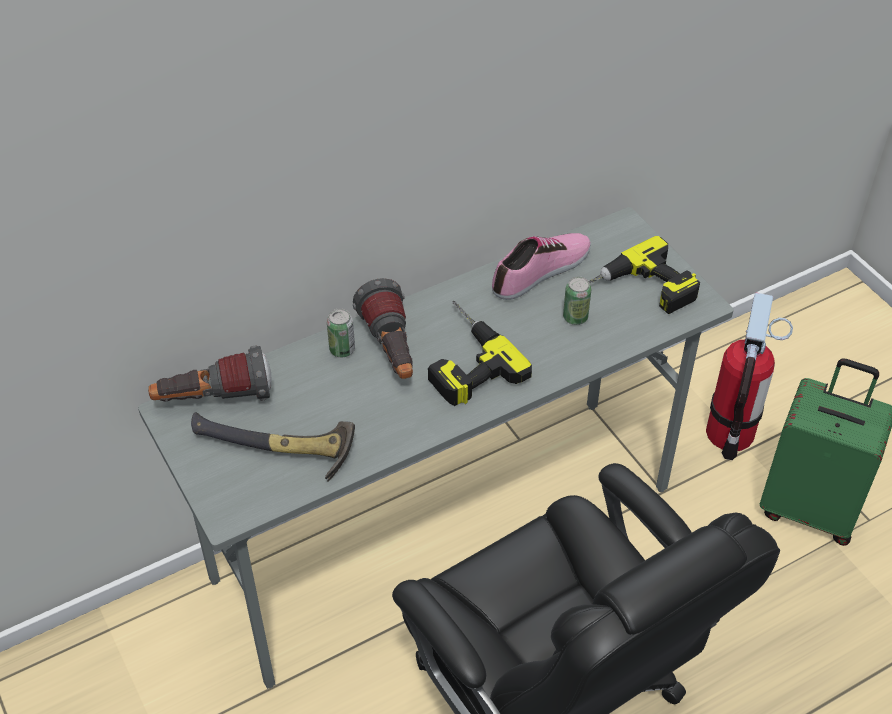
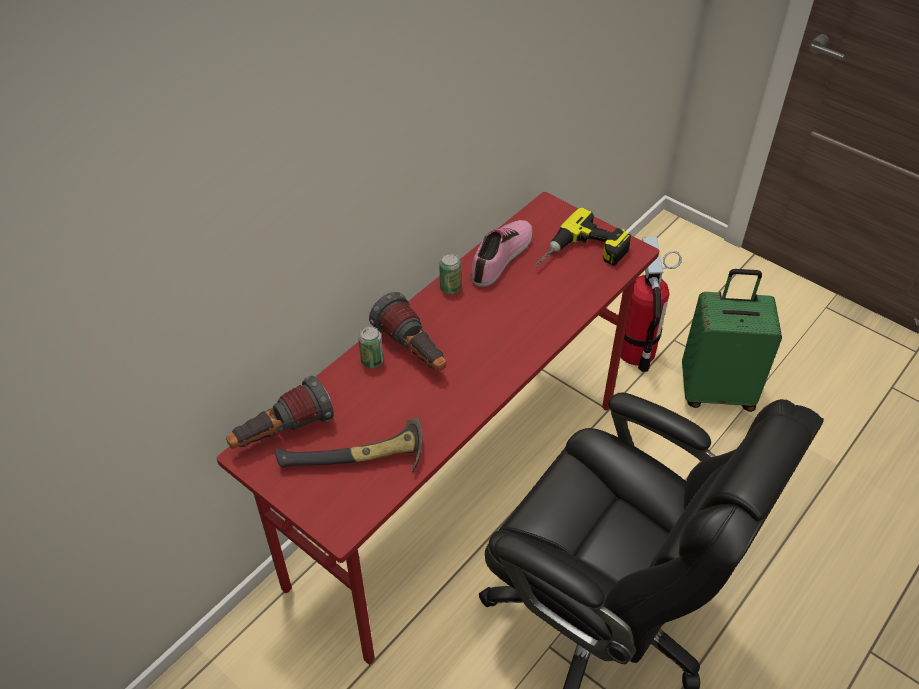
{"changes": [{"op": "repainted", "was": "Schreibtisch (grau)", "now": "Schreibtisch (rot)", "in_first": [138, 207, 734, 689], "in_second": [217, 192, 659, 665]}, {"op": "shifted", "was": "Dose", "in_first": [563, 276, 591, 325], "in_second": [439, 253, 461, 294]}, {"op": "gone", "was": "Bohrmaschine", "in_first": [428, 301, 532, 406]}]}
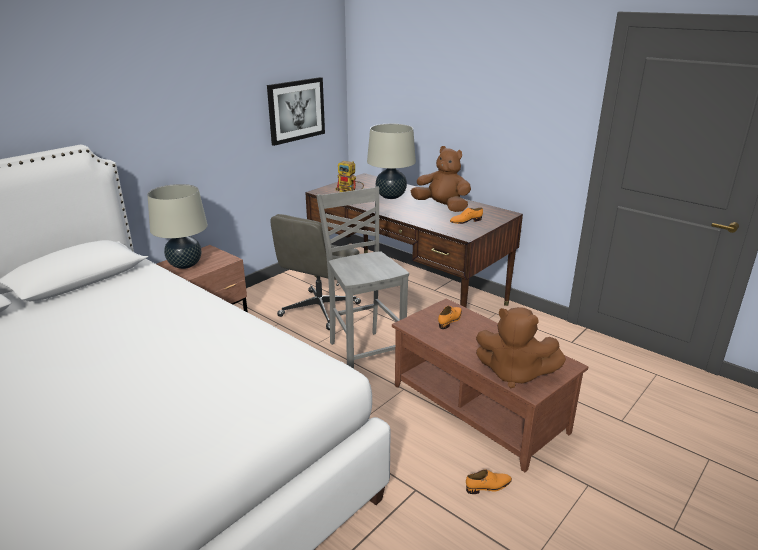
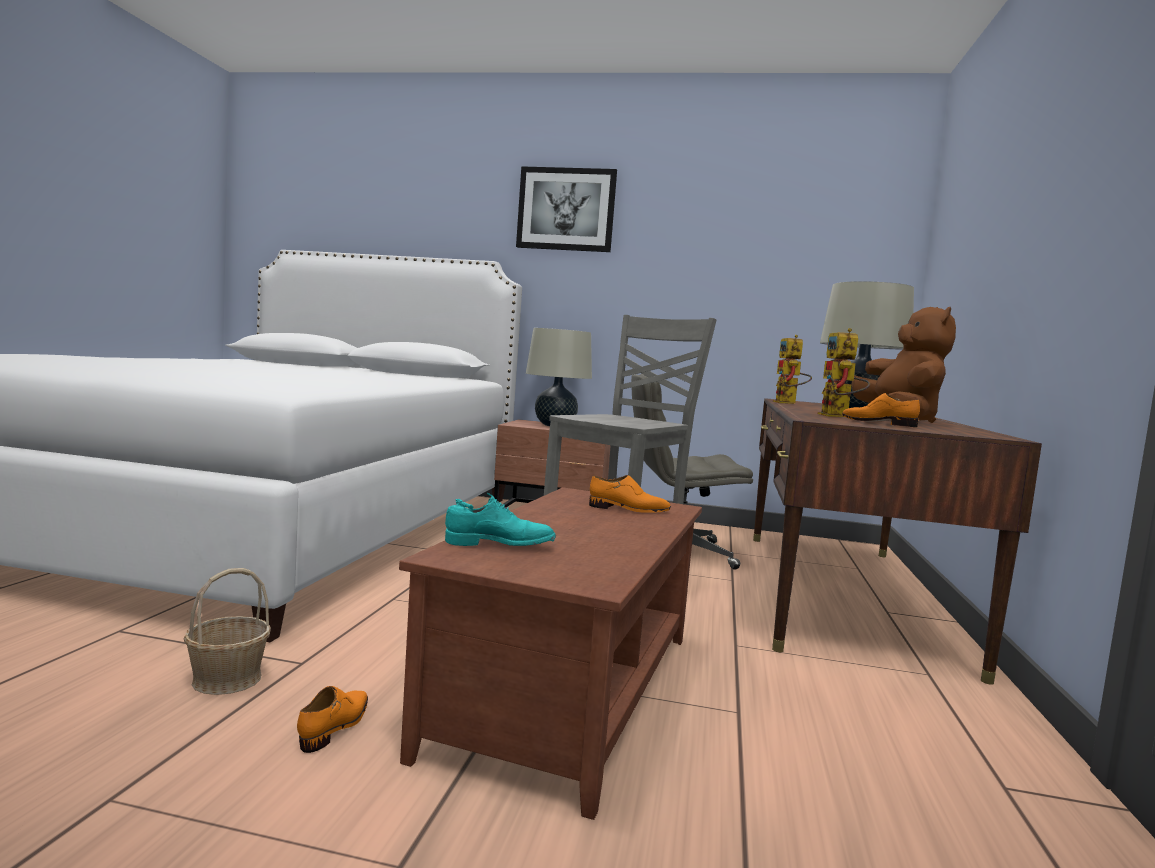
{"changes": [{"op": "shifted", "was": "Bild", "in_first": [267, 77, 325, 146], "in_second": [516, 166, 617, 252]}, {"op": "swapped", "was": "Plüschtier (braun)", "now": "Schuh (türkis)", "in_first": [476, 307, 566, 388], "in_second": [445, 493, 556, 546]}, {"op": "rotated", "was": "Schuh (orange)", "in_first": [466, 469, 512, 494], "in_second": [297, 686, 368, 753], "clockwise": -120}, {"op": "new", "now": "Spielzeugroboter", "in_second": [818, 328, 870, 417]}, {"op": "new", "now": "Korb", "in_second": [184, 568, 271, 695]}]}
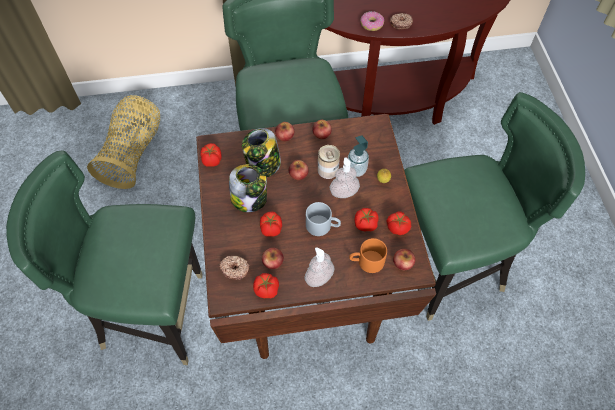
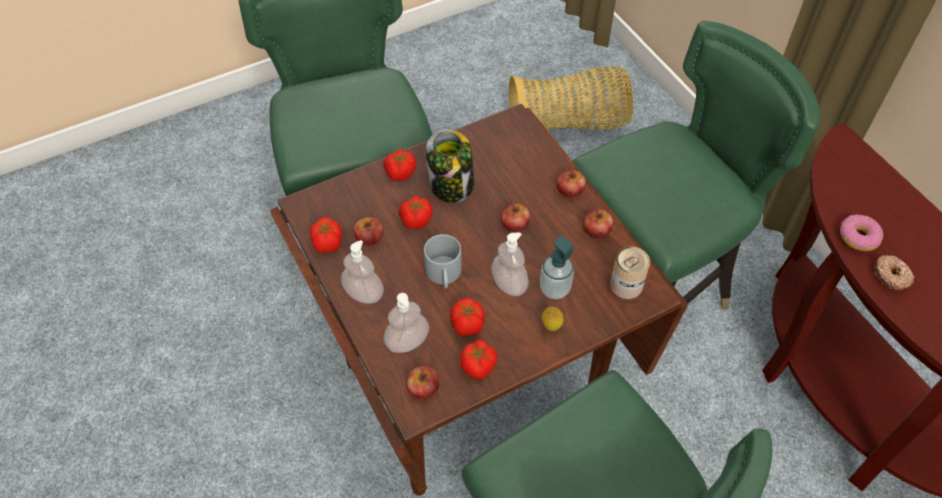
{"changes": [{"op": "gone", "was": "Vorratsglas", "in_first": [242, 128, 281, 177]}, {"op": "shifted", "was": "Tomate", "in_first": [200, 143, 222, 167], "in_second": [383, 149, 416, 181]}, {"op": "shifted", "was": "Dose", "in_first": [318, 145, 340, 179], "in_second": [610, 247, 650, 299]}, {"op": "swapped", "was": "Henkelbecher (orange)", "now": "Seifenspender", "in_first": [349, 238, 387, 273], "in_second": [383, 293, 429, 353]}, {"op": "gone", "was": "Donut", "in_first": [220, 256, 249, 280]}]}
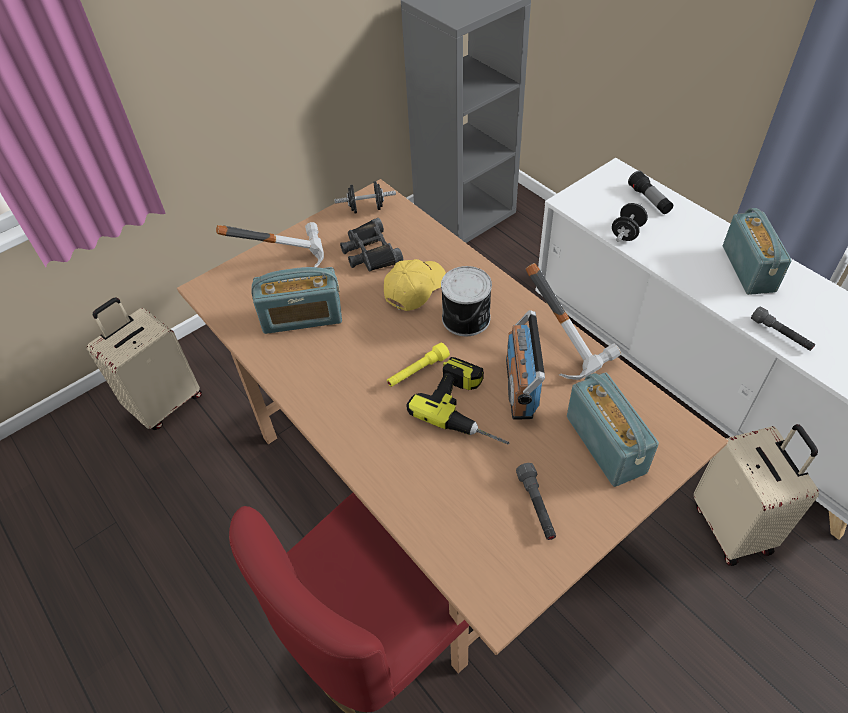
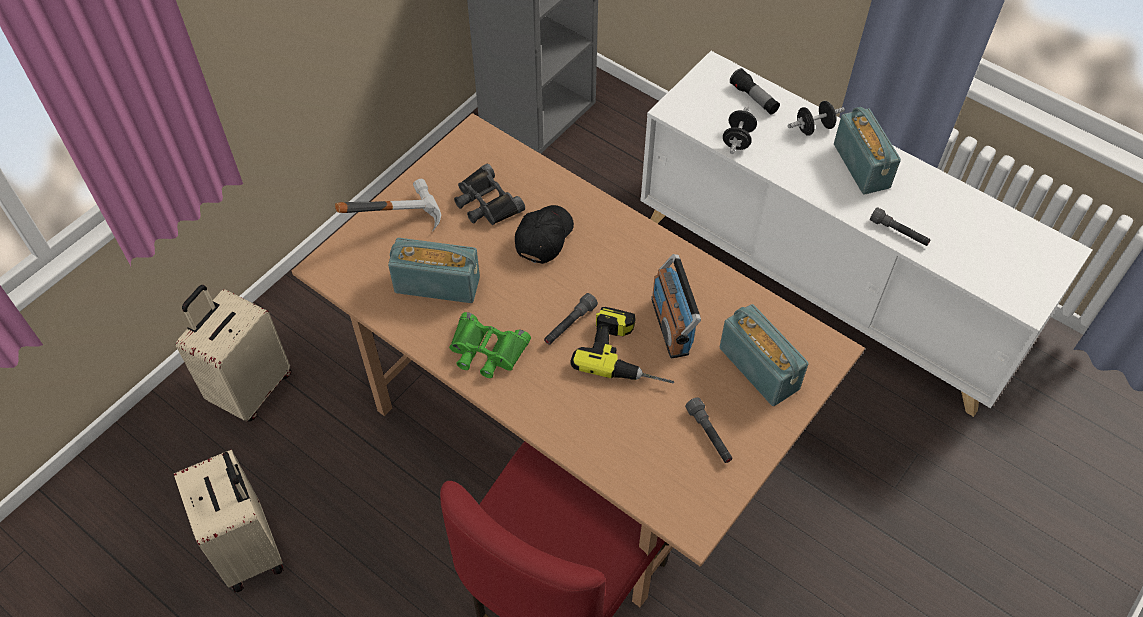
{"changes": [{"op": "shifted", "was": "Hantel (schwarz)", "in_first": [334, 181, 396, 213], "in_second": [788, 101, 845, 136]}, {"op": "repainted", "was": "Kappe (gelb)", "now": "Kappe (schwarz)", "in_first": [384, 259, 446, 311], "in_second": [515, 205, 574, 264]}, {"op": "gone", "was": "Hammer", "in_first": [526, 263, 621, 380]}, {"op": "gone", "was": "Dose", "in_first": [441, 266, 492, 336]}, {"op": "rotated", "was": "Radio", "in_first": [251, 267, 342, 334], "in_second": [388, 238, 480, 303], "clockwise": -150}, {"op": "repainted", "was": "Taschenlampe (gelb)", "now": "Taschenlampe (grau)", "in_first": [387, 343, 450, 387], "in_second": [544, 293, 598, 345]}, {"op": "shifted", "was": "Koffer (beige)", "in_first": [694, 424, 819, 566], "in_second": [174, 449, 284, 592]}, {"op": "new", "now": "Fernglas (grün)", "in_second": [449, 312, 531, 378]}]}
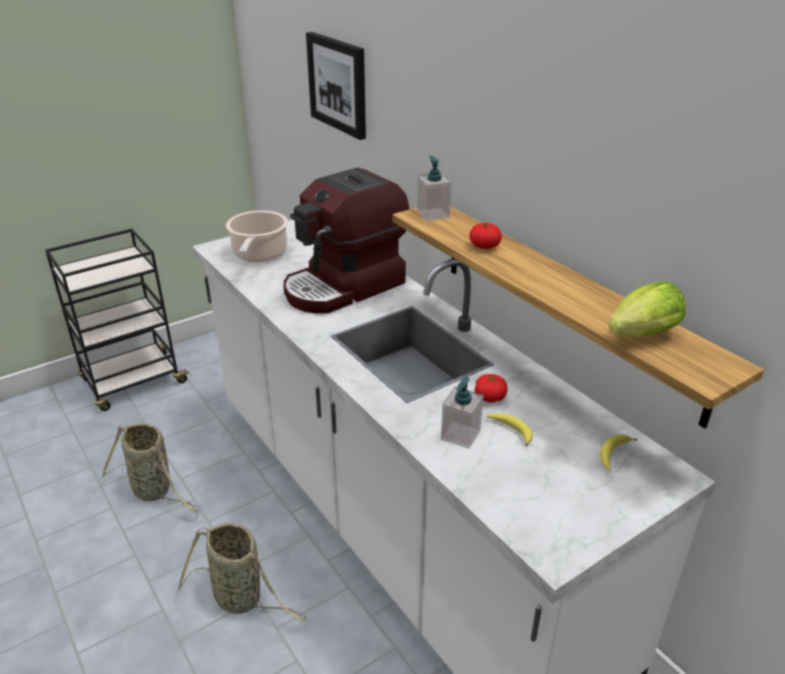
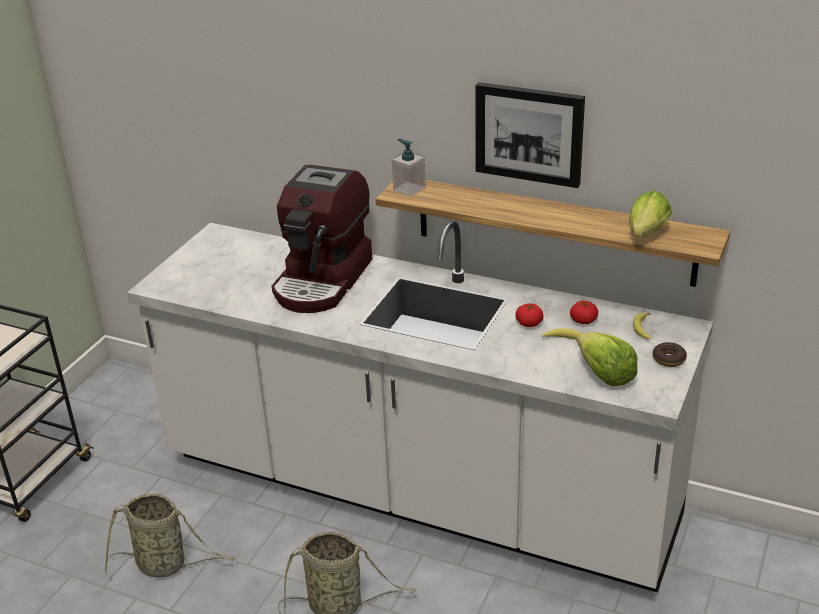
{"changes": [{"op": "shifted", "was": "Bild", "in_first": [306, 32, 366, 140], "in_second": [475, 82, 585, 188]}, {"op": "gone", "was": "Kochtopf", "in_first": [226, 210, 288, 262]}, {"op": "shifted", "was": "Tomate", "in_first": [469, 223, 502, 249], "in_second": [570, 301, 598, 324]}, {"op": "gone", "was": "Seifenspender", "in_first": [441, 376, 484, 449]}, {"op": "new", "now": "Salatkopf", "in_second": [577, 332, 638, 386]}, {"op": "new", "now": "Donut", "in_second": [653, 342, 687, 367]}]}
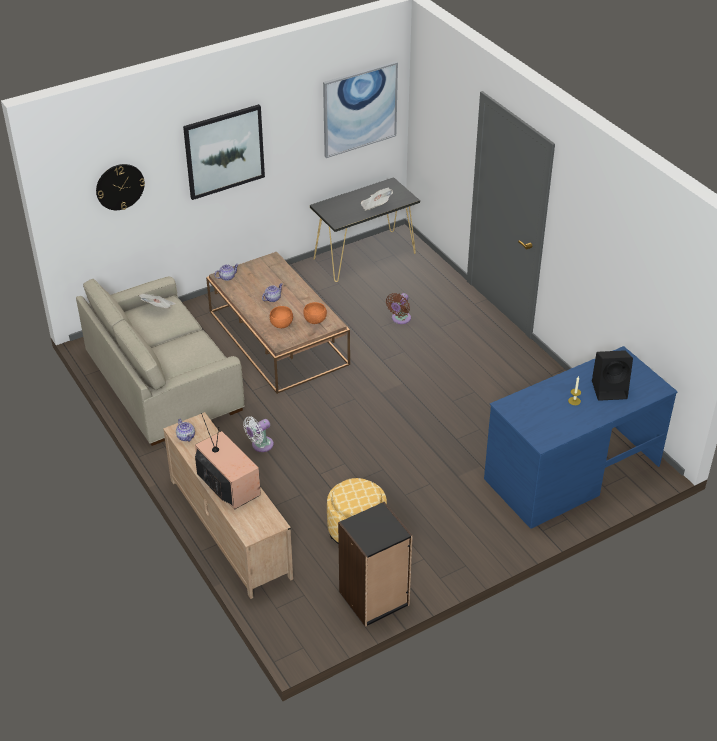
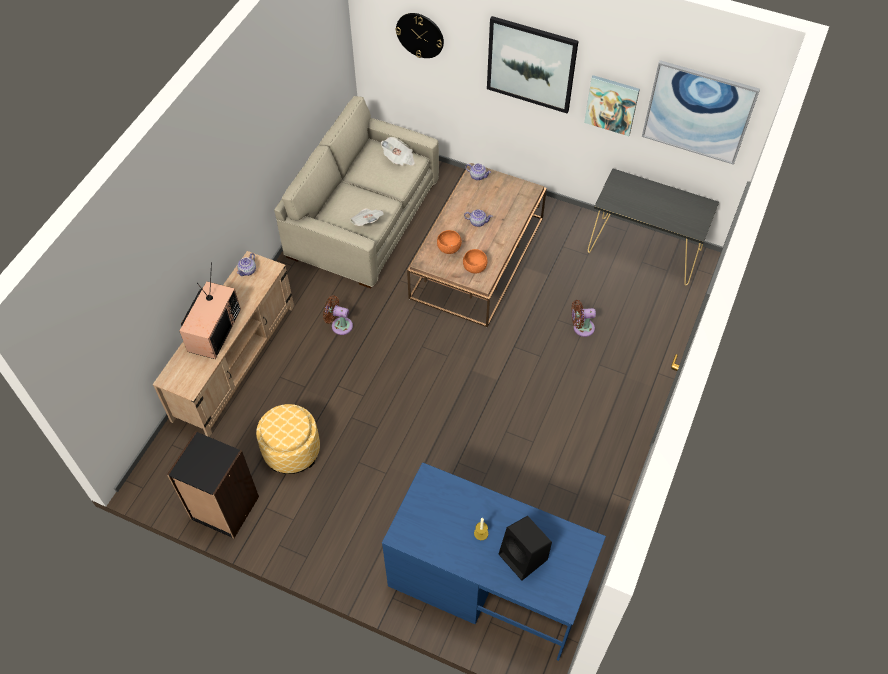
{"changes": [{"op": "shifted", "was": "Zeitung", "in_first": [361, 188, 393, 211], "in_second": [350, 208, 384, 226]}, {"op": "repainted", "was": "Ventilator (weiß)", "now": "Ventilator (braun)", "in_first": [243, 416, 274, 452], "in_second": [323, 295, 353, 335]}, {"op": "new", "now": "Bild", "in_second": [584, 75, 640, 136]}]}
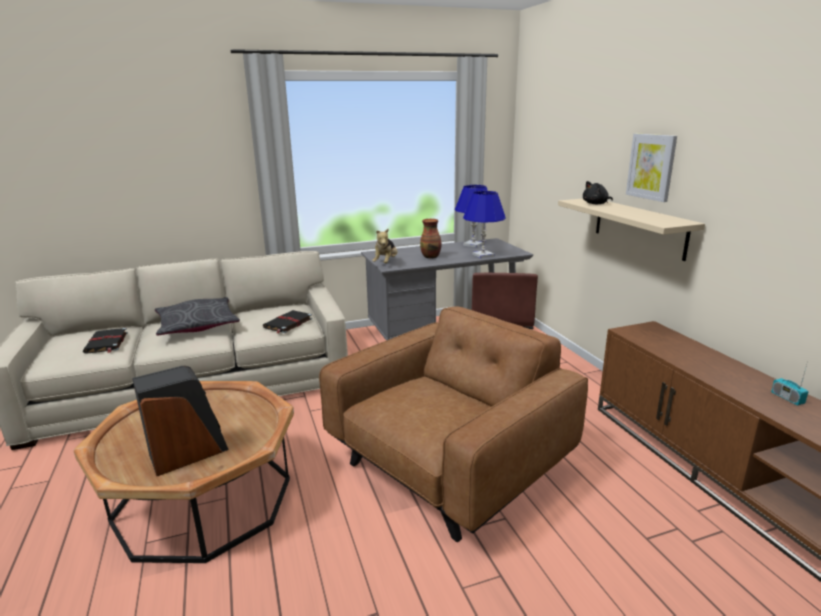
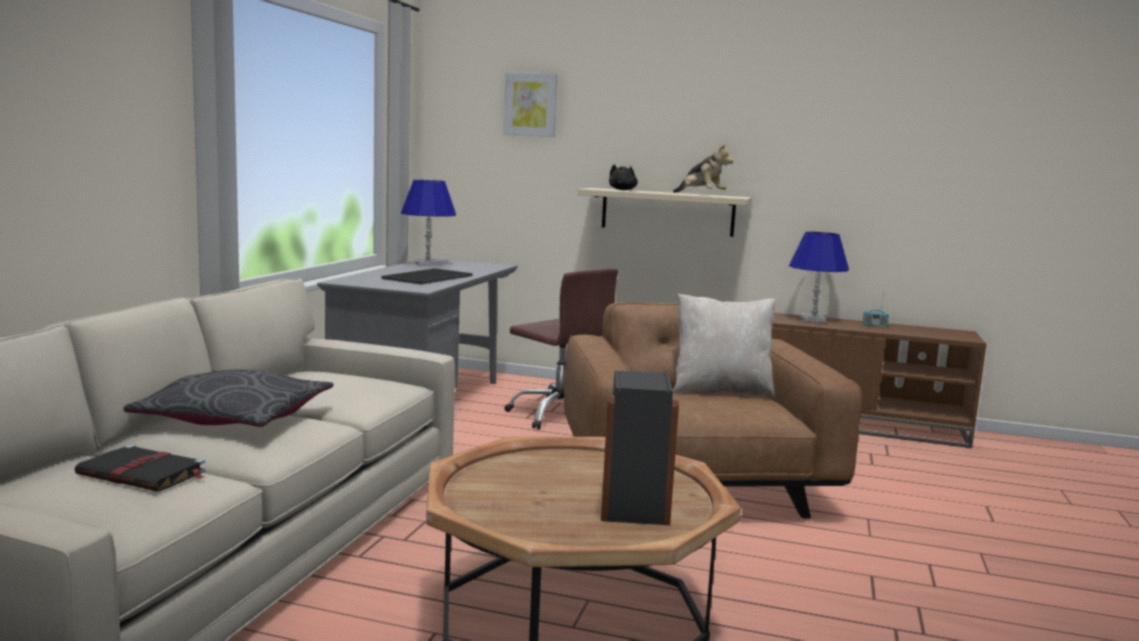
{"changes": [{"op": "shifted", "was": "Bild", "in_first": [626, 134, 677, 202], "in_second": [504, 72, 558, 137]}, {"op": "shifted", "was": "Tischlampe (blau)", "in_first": [463, 191, 506, 258], "in_second": [789, 232, 849, 323]}, {"op": "swapped", "was": "Vase", "now": "Tablett", "in_first": [420, 219, 442, 258], "in_second": [381, 268, 472, 284]}, {"op": "shifted", "was": "Plüschtier", "in_first": [372, 228, 397, 263], "in_second": [673, 144, 734, 193]}, {"op": "gone", "was": "Buch (schwarz)", "in_first": [263, 310, 312, 333]}, {"op": "new", "now": "Kissen (beige)", "in_second": [673, 294, 776, 398]}]}
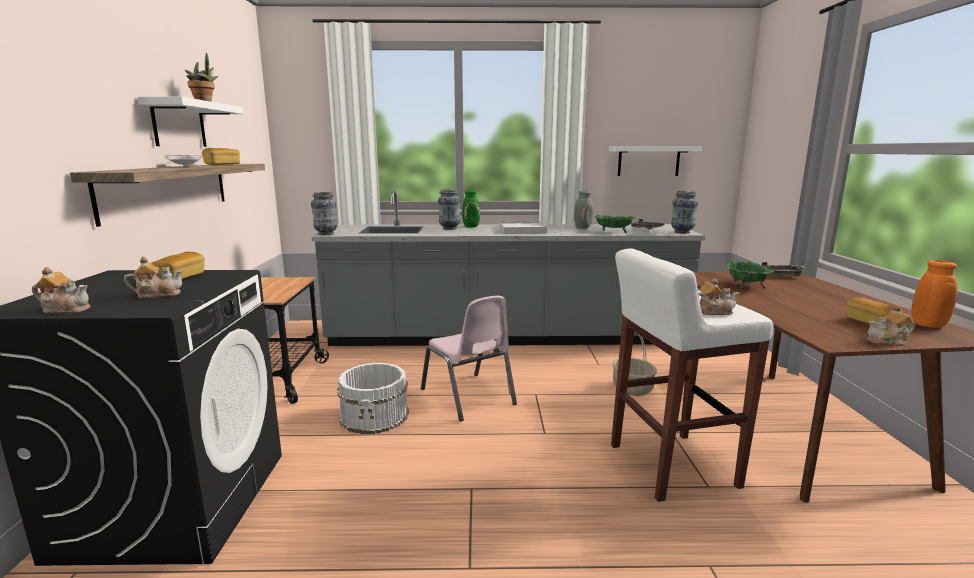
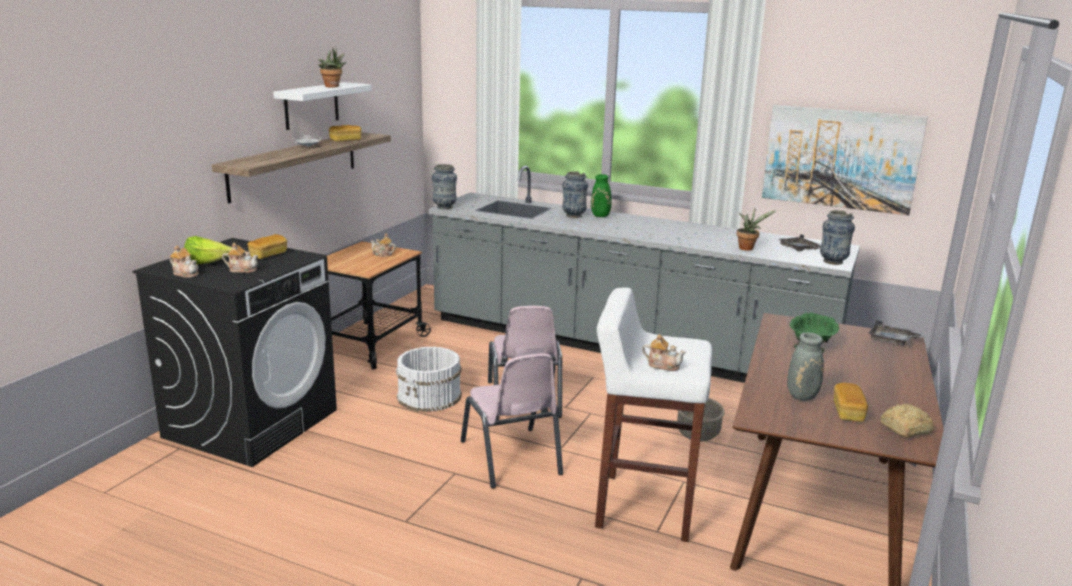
{"changes": [{"op": "swapped", "was": "Wandregal (weiß)", "now": "Bild", "in_first": [609, 146, 702, 176], "in_second": [762, 105, 928, 216]}, {"op": "shifted", "was": "Vase (grau)", "in_first": [574, 187, 593, 229], "in_second": [787, 332, 824, 401]}, {"op": "swapped", "was": "Schüssel (grün)", "now": "Topfpflanze", "in_first": [594, 215, 636, 233], "in_second": [737, 209, 776, 251]}, {"op": "gone", "was": "Tablett (weiß)", "in_first": [499, 221, 547, 234]}, {"op": "swapped", "was": "Vase (orange)", "now": "Brot", "in_first": [912, 260, 958, 328], "in_second": [881, 404, 934, 438]}, {"op": "shifted", "was": "Teekanne", "in_first": [867, 305, 915, 346], "in_second": [371, 233, 396, 257]}, {"op": "new", "now": "Salatkopf", "in_second": [184, 236, 232, 265]}, {"op": "new", "now": "Stuhl (rosa)", "in_second": [461, 353, 563, 488]}]}
